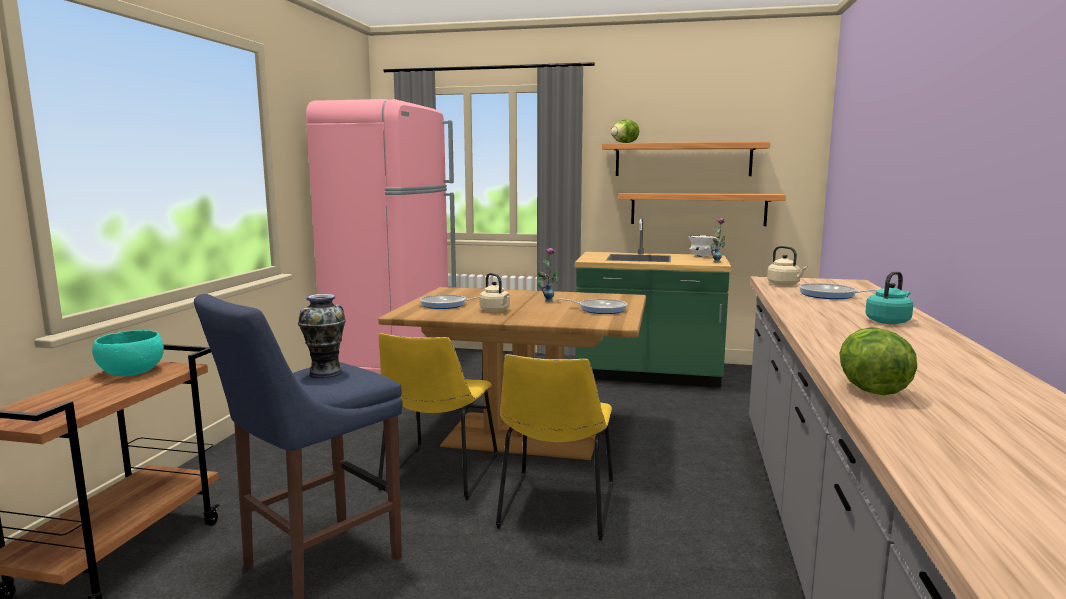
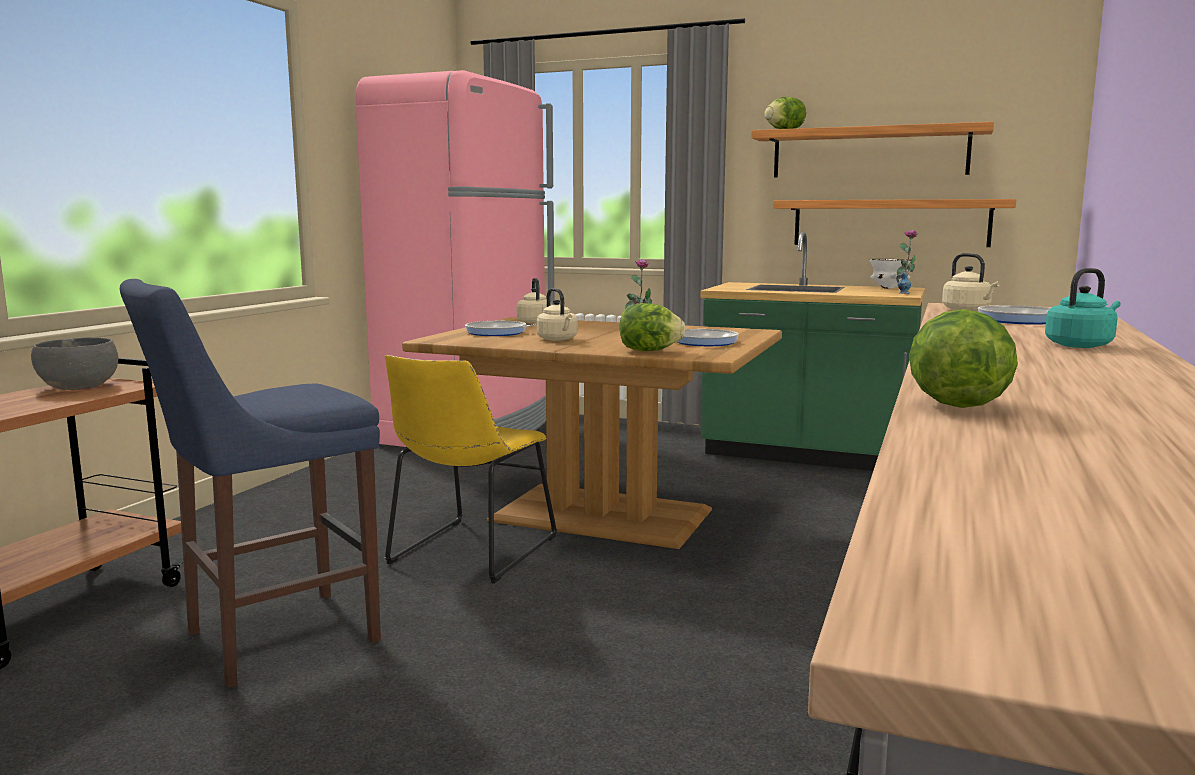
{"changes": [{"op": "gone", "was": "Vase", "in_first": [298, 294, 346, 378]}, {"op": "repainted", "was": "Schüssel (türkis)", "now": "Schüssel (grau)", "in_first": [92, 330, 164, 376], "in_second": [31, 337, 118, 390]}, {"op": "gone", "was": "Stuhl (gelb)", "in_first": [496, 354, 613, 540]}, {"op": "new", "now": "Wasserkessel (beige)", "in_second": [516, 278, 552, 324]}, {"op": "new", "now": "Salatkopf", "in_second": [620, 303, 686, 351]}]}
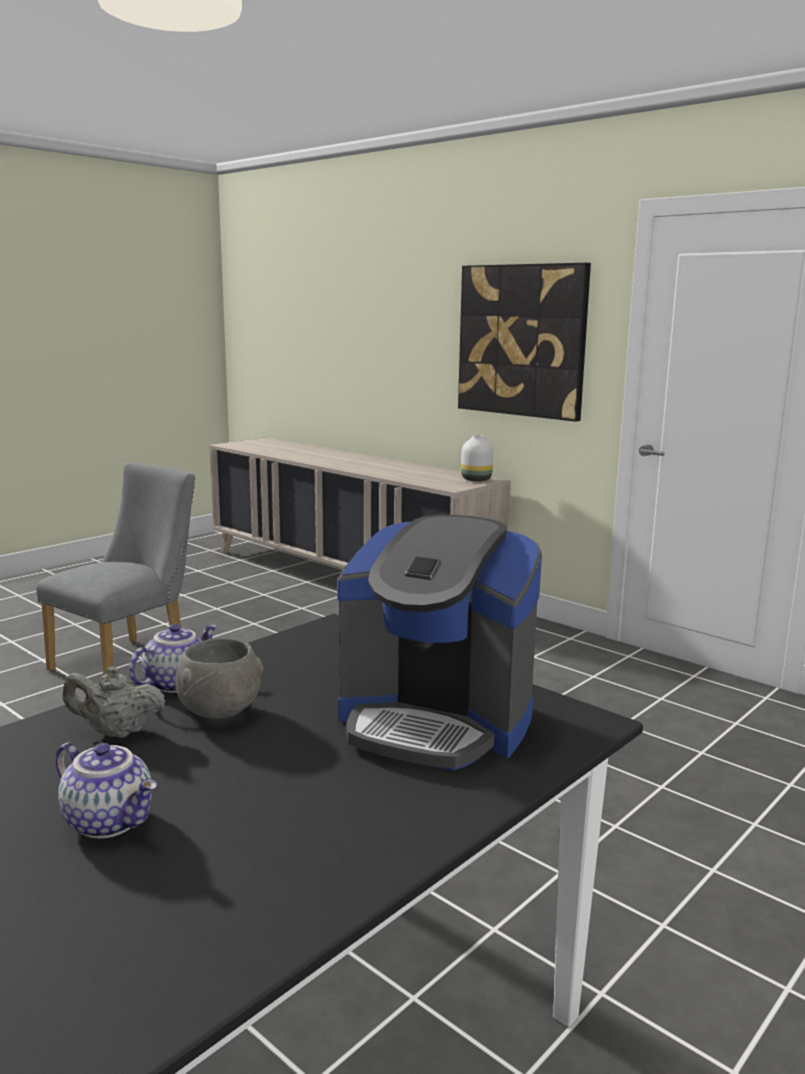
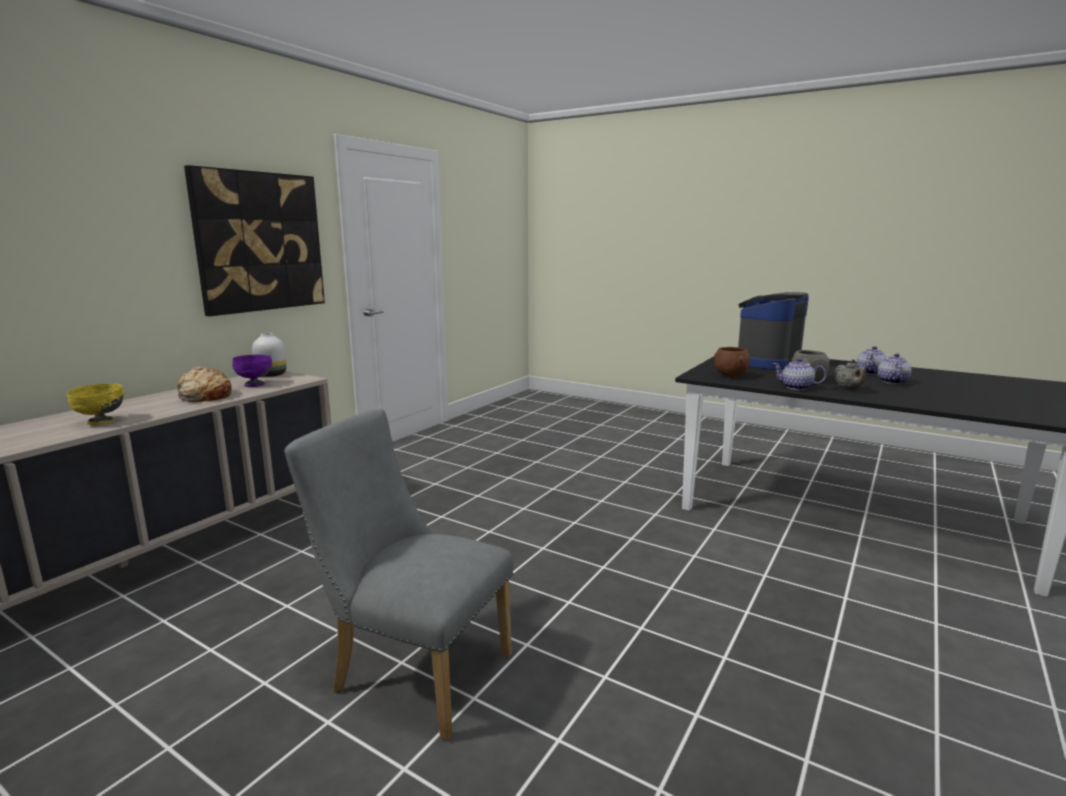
{"changes": [{"op": "rotated", "was": "Kaffeemaschine", "in_first": [337, 515, 542, 771], "in_second": [738, 292, 809, 370], "clockwise": -150}, {"op": "new", "now": "Teekanne", "in_second": [856, 346, 887, 375]}, {"op": "new", "now": "Schüssel (braun)", "in_second": [714, 347, 750, 377]}, {"op": "new", "now": "Schüssel (lila)", "in_second": [232, 354, 272, 387]}, {"op": "new", "now": "Brot", "in_second": [178, 367, 232, 402]}, {"op": "new", "now": "Schüssel (gelb)", "in_second": [67, 384, 124, 425]}]}
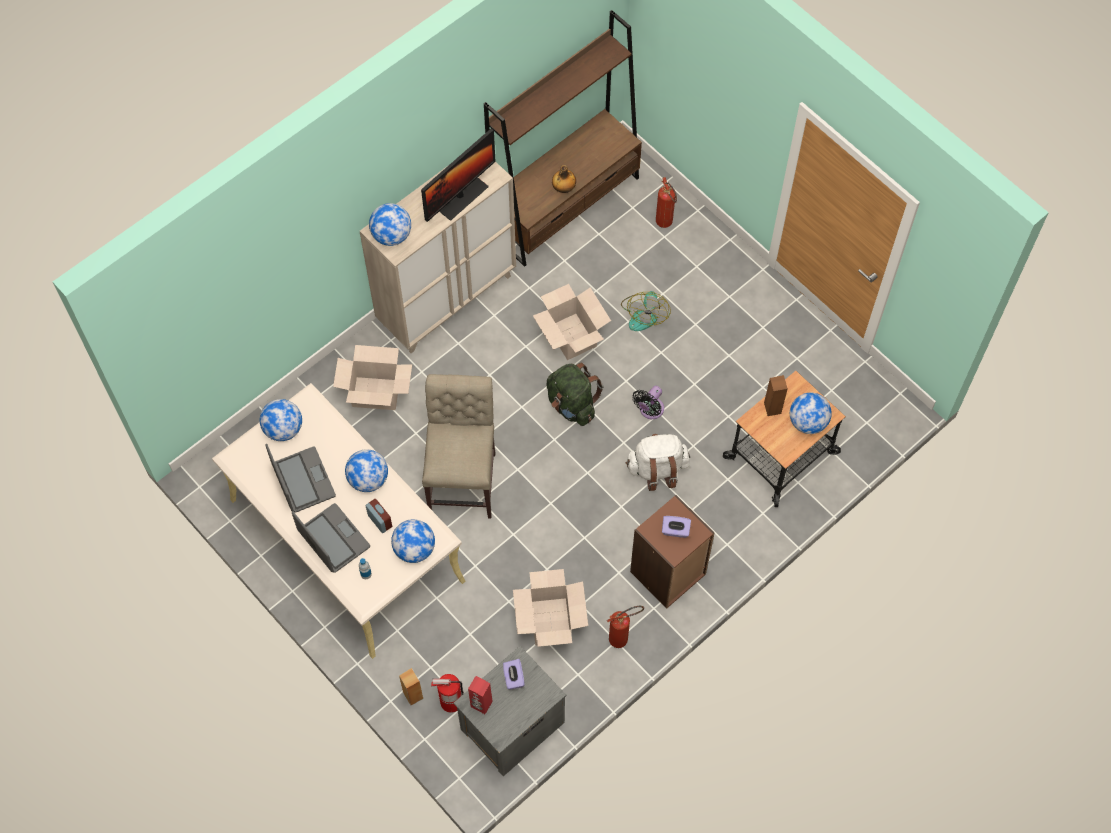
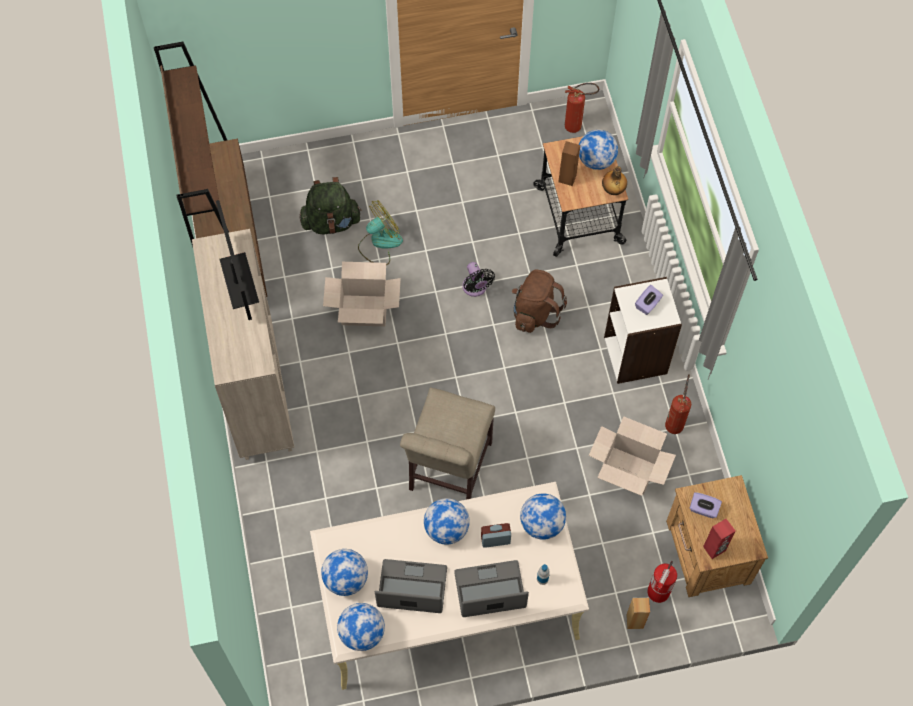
{"changes": [{"op": "shifted", "was": "Flasche", "in_first": [552, 165, 576, 193], "in_second": [602, 166, 627, 195]}, {"op": "shifted", "was": "Feuerlöscher", "in_first": [656, 177, 677, 228], "in_second": [565, 83, 599, 133]}, {"op": "shifted", "was": "Globus", "in_first": [369, 203, 411, 246], "in_second": [337, 603, 385, 651]}, {"op": "rotated", "was": "Ventilator", "in_first": [621, 291, 671, 331], "in_second": [358, 200, 403, 265], "clockwise": -75}, {"op": "gone", "was": "Karton", "in_first": [333, 345, 412, 410]}, {"op": "shifted", "was": "Rucksack (grün)", "in_first": [546, 363, 604, 426], "in_second": [299, 177, 362, 234]}, {"op": "rotated", "was": "Stuhl (beige)", "in_first": [422, 374, 495, 518], "in_second": [400, 387, 495, 500], "clockwise": -105}, {"op": "repainted", "was": "Rucksack (weiß)", "now": "Rucksack (braun)", "in_first": [626, 434, 690, 491], "in_second": [512, 269, 567, 333]}, {"op": "repainted", "was": "Bücherregal (braun)", "now": "Bücherregal (weiß)", "in_first": [630, 495, 714, 609], "in_second": [604, 277, 682, 384]}, {"op": "repainted", "was": "Nachttisch (grau)", "now": "Nachttisch (braun)", "in_first": [454, 646, 566, 776], "in_second": [666, 475, 768, 597]}]}
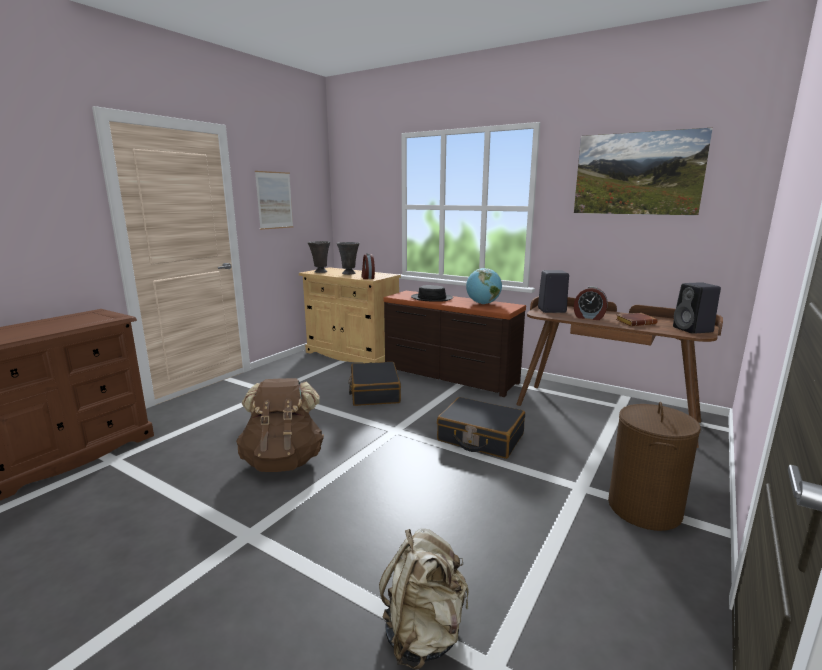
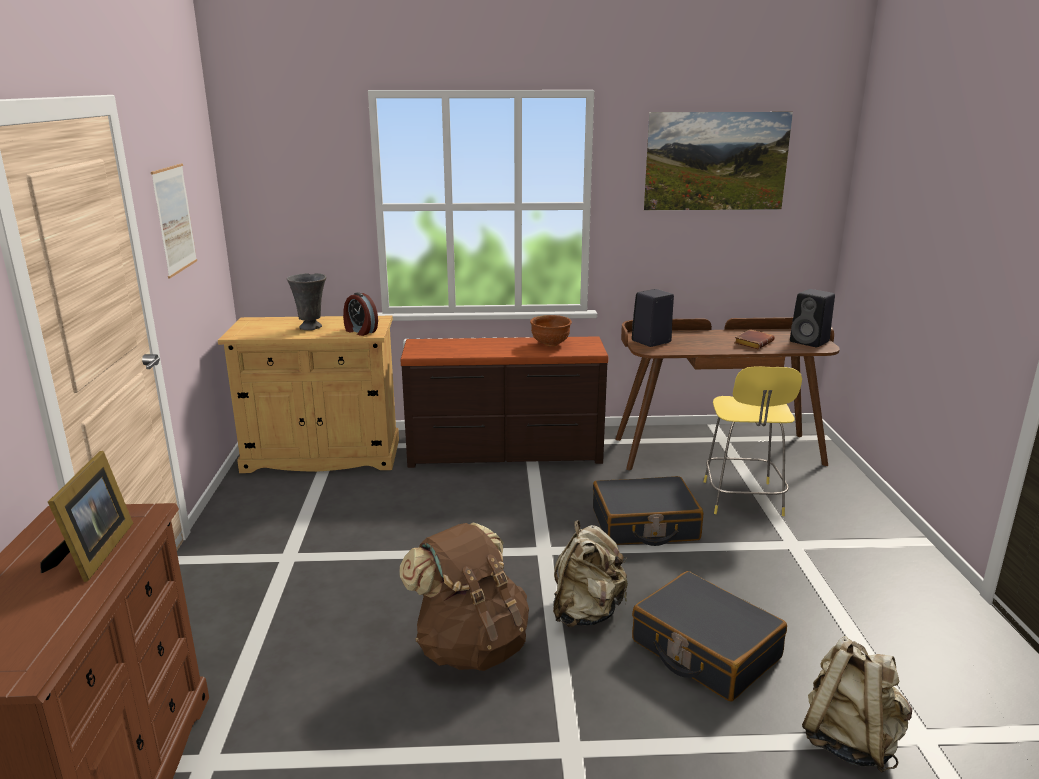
{"changes": [{"op": "gone", "was": "Vase (grau)", "in_first": [308, 241, 330, 273]}, {"op": "swapped", "was": "Globus", "now": "Schüssel (braun)", "in_first": [466, 268, 502, 304], "in_second": [530, 315, 572, 346]}, {"op": "gone", "was": "Hut (schwarz)", "in_first": [411, 285, 453, 302]}, {"op": "gone", "was": "Wecker", "in_first": [574, 286, 608, 320]}, {"op": "shifted", "was": "Koffer (schwarz)", "in_first": [348, 362, 401, 406], "in_second": [632, 571, 787, 701]}, {"op": "gone", "was": "Wäschekorb (braun)", "in_first": [608, 402, 701, 531]}, {"op": "new", "now": "Hocker (gelb)", "in_second": [704, 366, 802, 516]}, {"op": "new", "now": "Bilderrahmen", "in_second": [41, 451, 133, 582]}, {"op": "new", "now": "Rucksack (beige)", "in_second": [553, 520, 628, 627]}]}
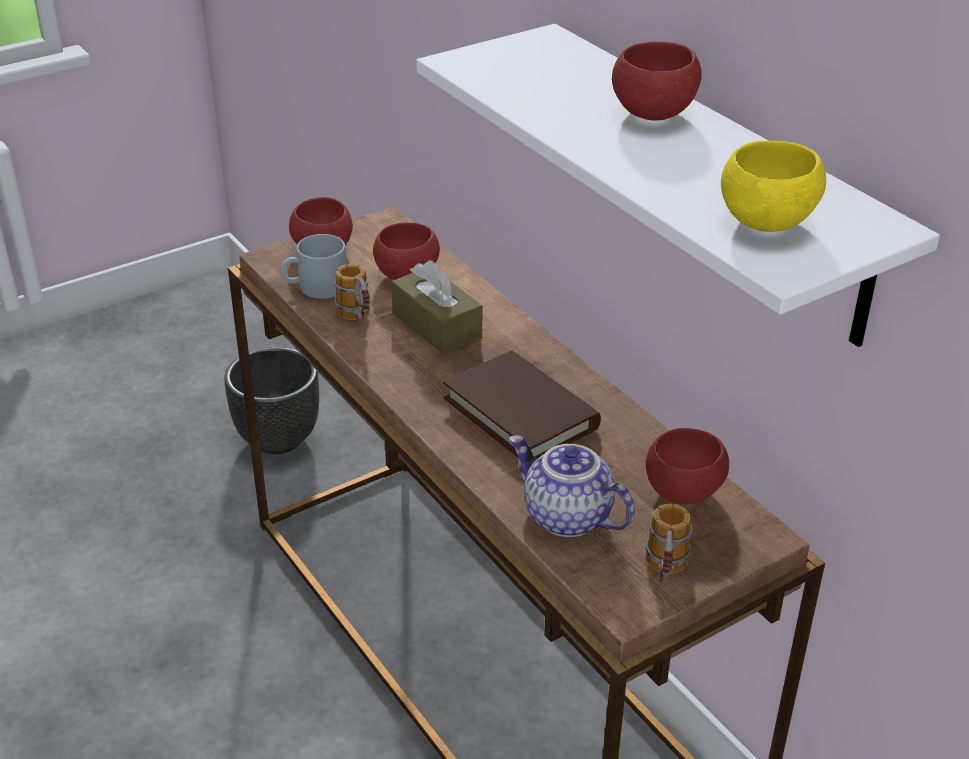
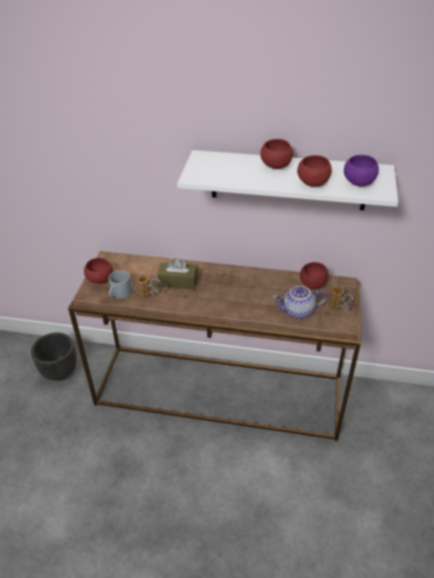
{"changes": [{"op": "repainted", "was": "Schüssel (gelb)", "now": "Schüssel (lila)", "in_first": [721, 141, 826, 232], "in_second": [344, 155, 379, 186]}, {"op": "shifted", "was": "Schüssel (rot)", "in_first": [373, 223, 440, 280], "in_second": [297, 155, 332, 187]}, {"op": "gone", "was": "Buch (braun)", "in_first": [443, 350, 601, 459]}]}
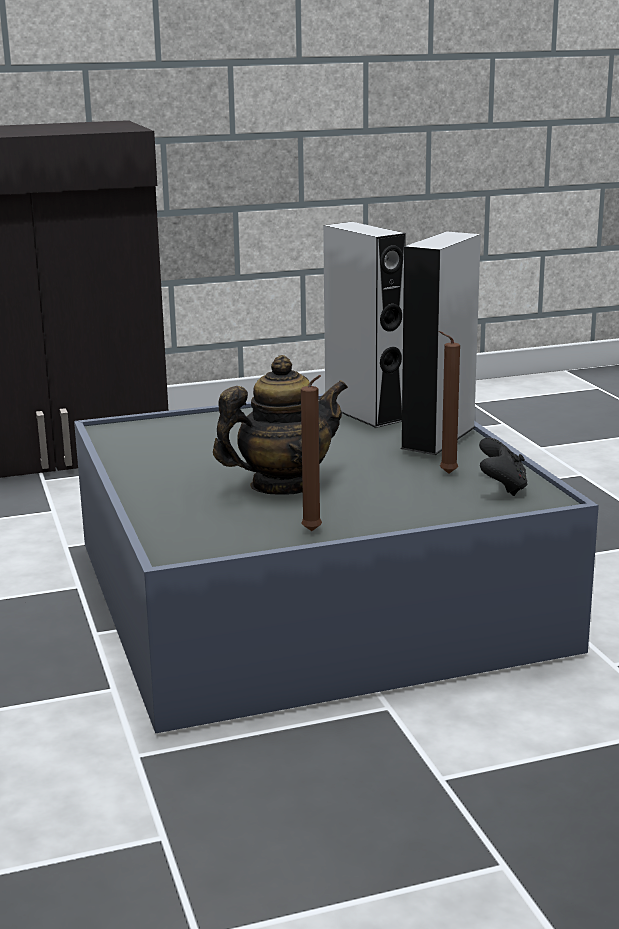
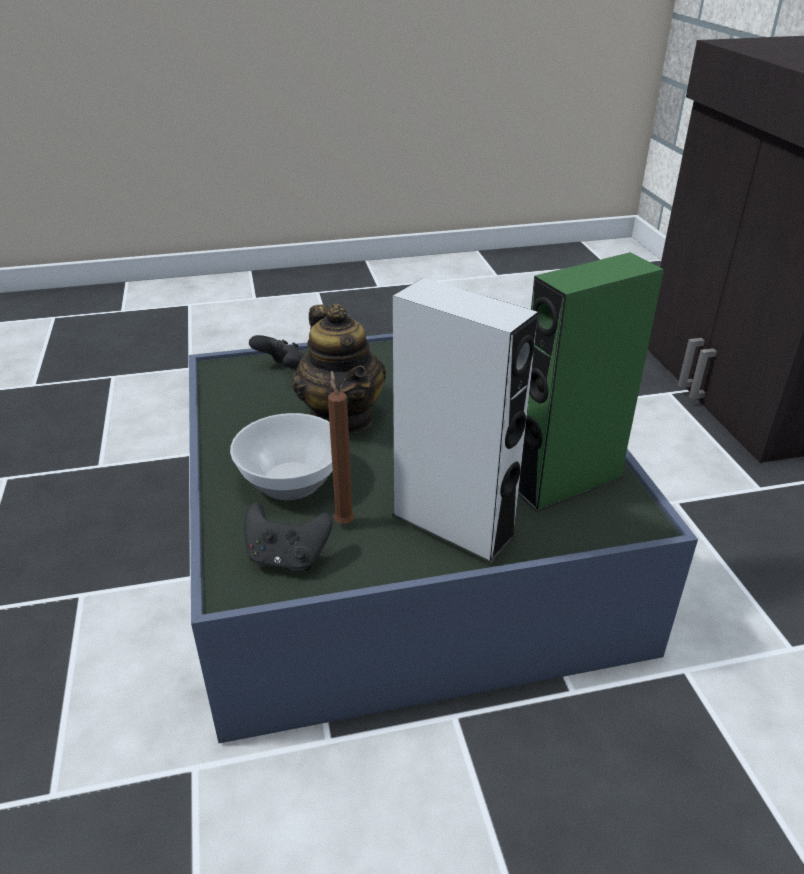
{"changes": [{"op": "repainted", "was": "Lautsprecher (grau)", "now": "Lautsprecher (grün)", "in_first": [323, 222, 406, 428], "in_second": [518, 253, 664, 512]}, {"op": "gone", "was": "Kerze (braun)", "in_first": [301, 375, 322, 531]}, {"op": "new", "now": "Gamepad (schwarz)", "in_second": [249, 335, 304, 370]}, {"op": "new", "now": "Schüssel", "in_second": [230, 413, 333, 500]}]}
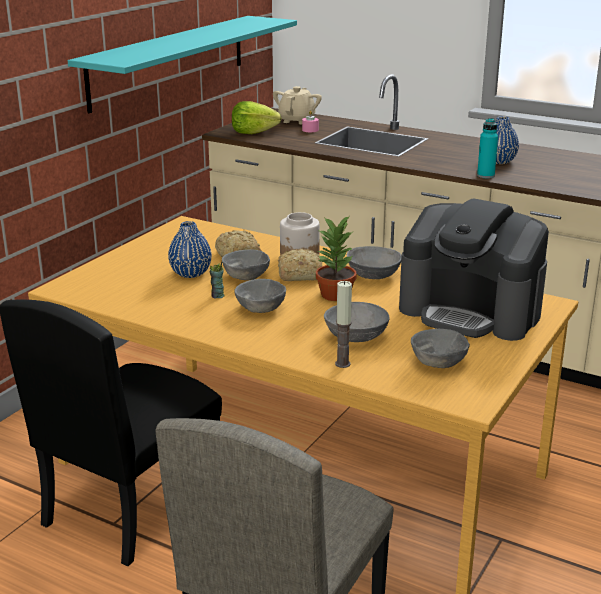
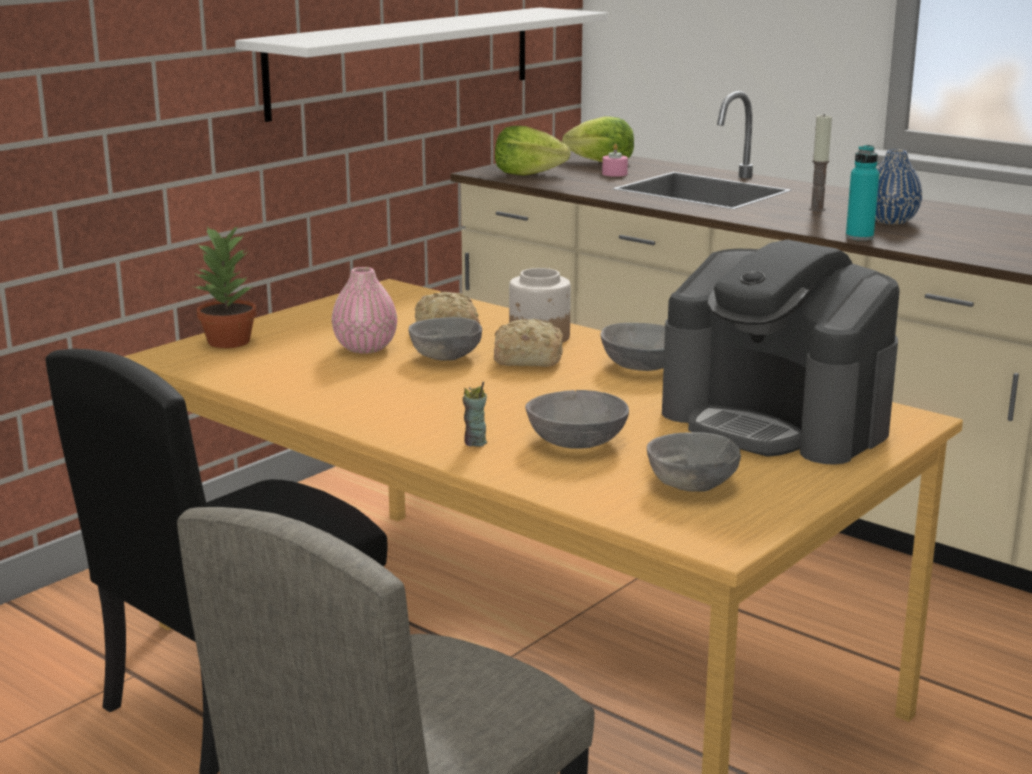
{"changes": [{"op": "repainted", "was": "Wandregal (türkis)", "now": "Wandregal (weiß)", "in_first": [68, 16, 297, 113], "in_second": [235, 7, 608, 122]}, {"op": "swapped", "was": "Teekanne (beige)", "now": "Salatkopf", "in_first": [273, 86, 322, 125], "in_second": [562, 116, 634, 162]}, {"op": "shifted", "was": "Topfpflanze", "in_first": [316, 216, 357, 301], "in_second": [194, 225, 256, 348]}, {"op": "repainted", "was": "Vase (blau)", "now": "Vase (rosa)", "in_first": [168, 221, 211, 278], "in_second": [332, 267, 397, 354]}, {"op": "shifted", "was": "Tasse", "in_first": [210, 262, 225, 299], "in_second": [463, 382, 487, 447]}, {"op": "gone", "was": "Schüssel (grau)", "in_first": [234, 279, 286, 313]}, {"op": "shifted", "was": "Kerze", "in_first": [335, 281, 352, 368], "in_second": [809, 114, 832, 211]}]}
